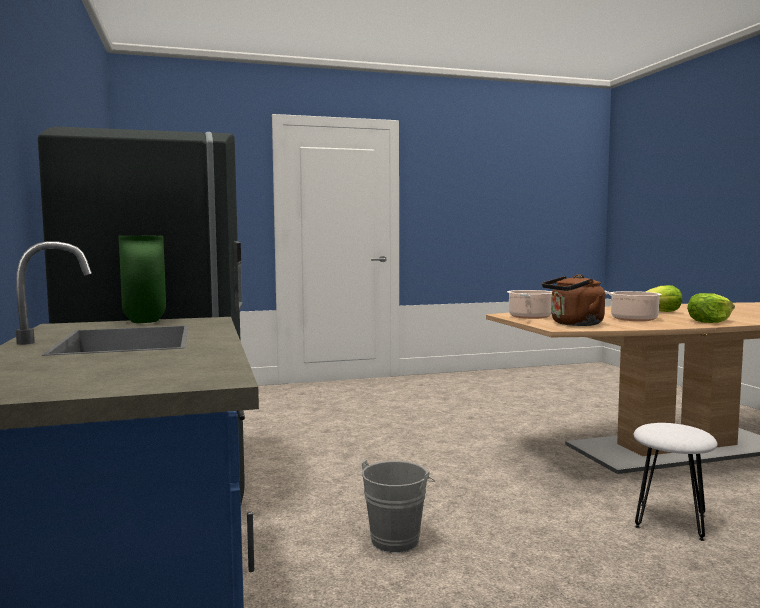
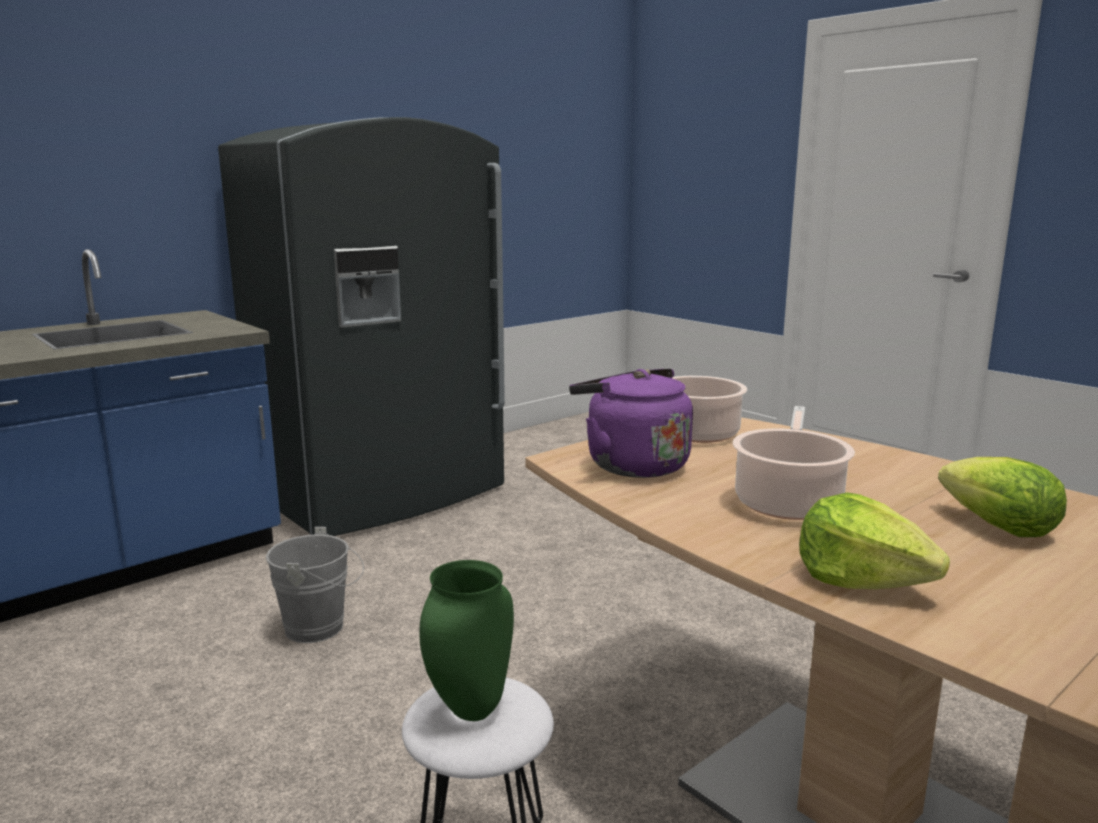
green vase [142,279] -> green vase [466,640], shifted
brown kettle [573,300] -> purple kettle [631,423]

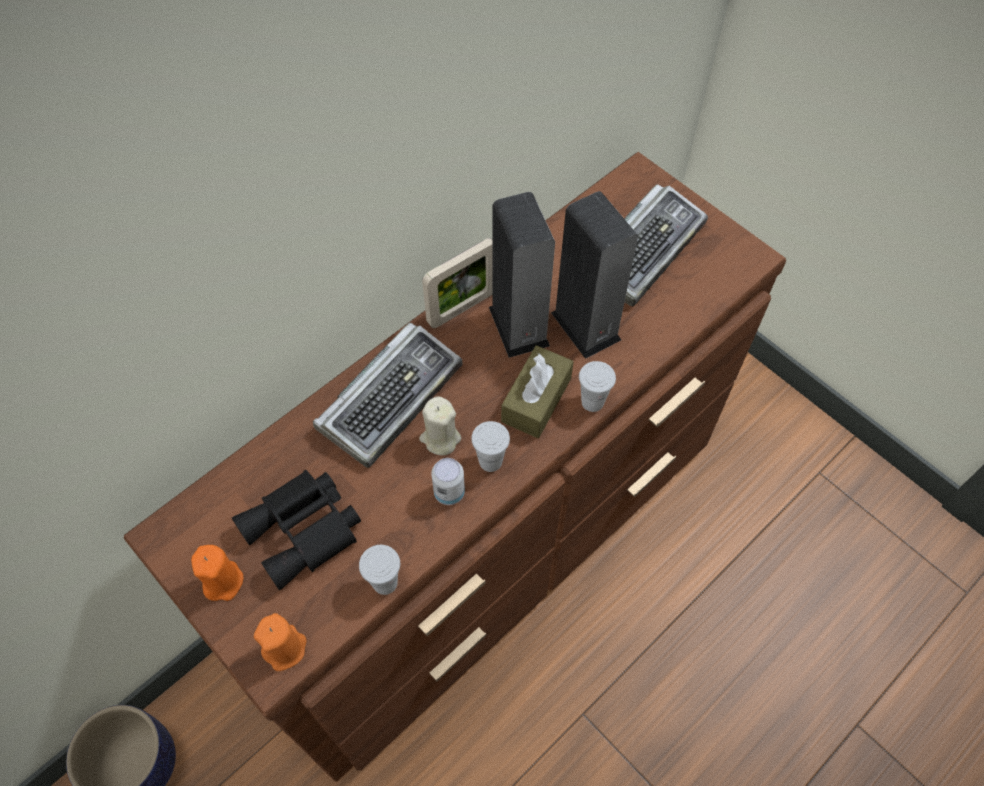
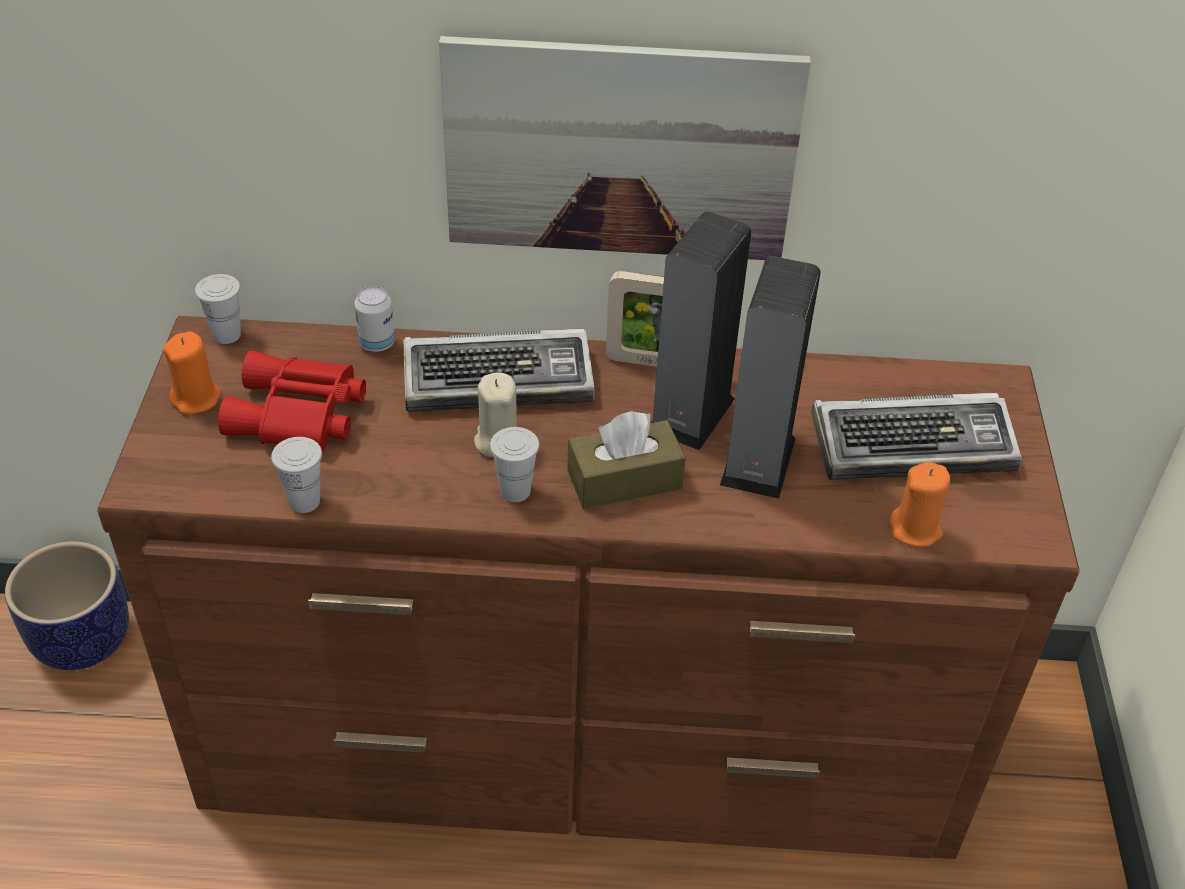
none -> picture [625,148]
orange candle [280,642] -> orange candle [920,504], shifted
can [448,481] -> can [374,319], shifted
white cup [597,386] -> white cup [218,309], shifted
black binoculars [296,530] -> red binoculars [292,401]

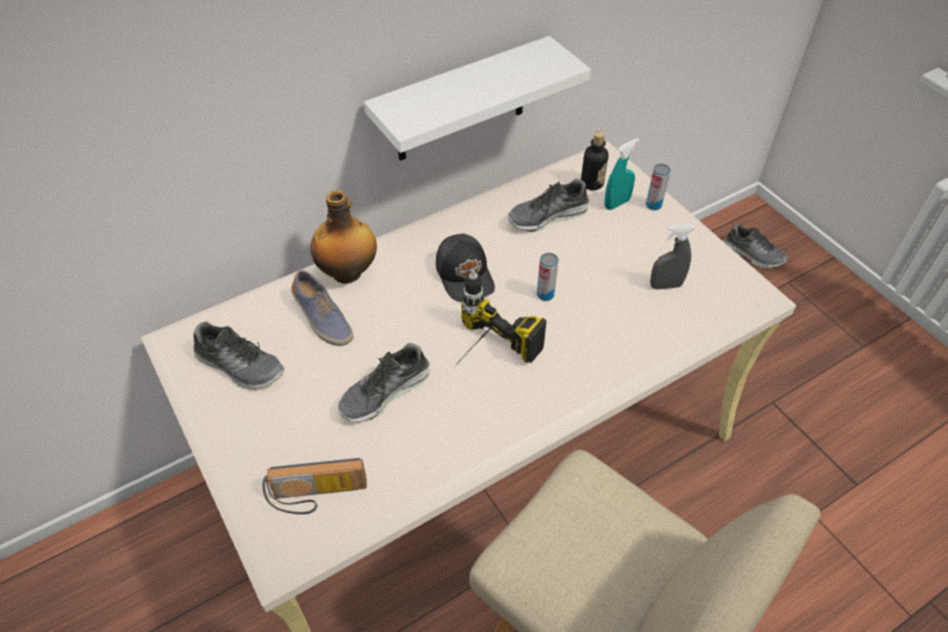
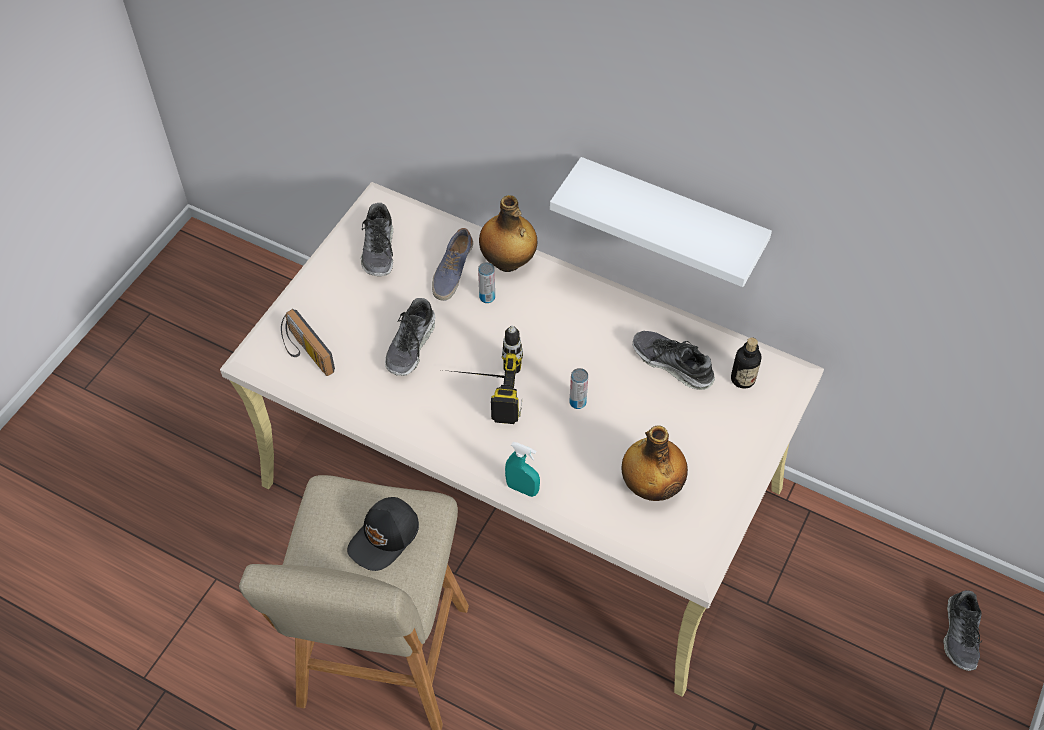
black cap [465,268] -> black cap [383,534], shifted
turquoise spray bottle [621,174] -> turquoise spray bottle [522,469], shifted
can [658,187] -> can [486,282], shifted
grey spray bottle [672,257] -> bottle [654,463]
shoe [384,382] -> shoe [410,337], 90 degrees counterclockwise

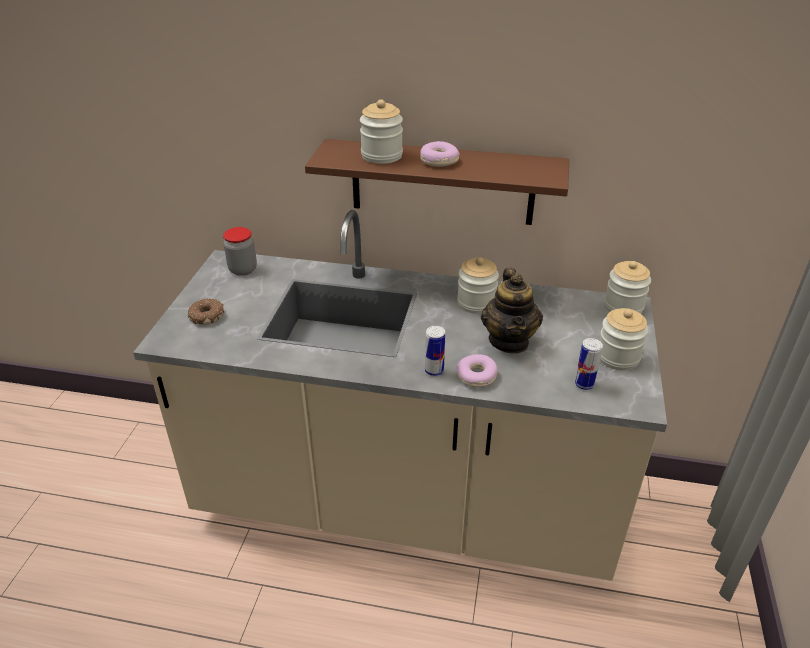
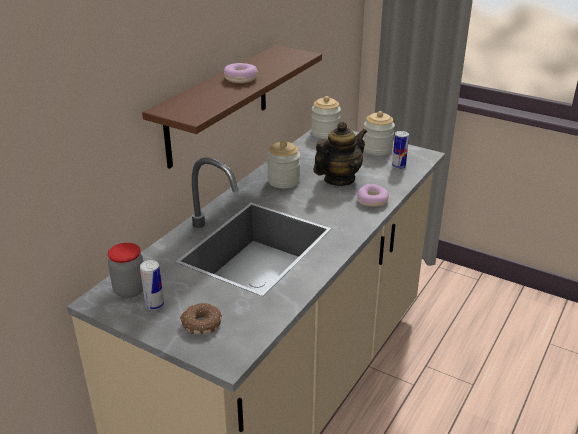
jar [381,131] -> none
can [435,351] -> can [152,285], shifted
teapot [512,311] -> teapot [340,153], 60 degrees counterclockwise

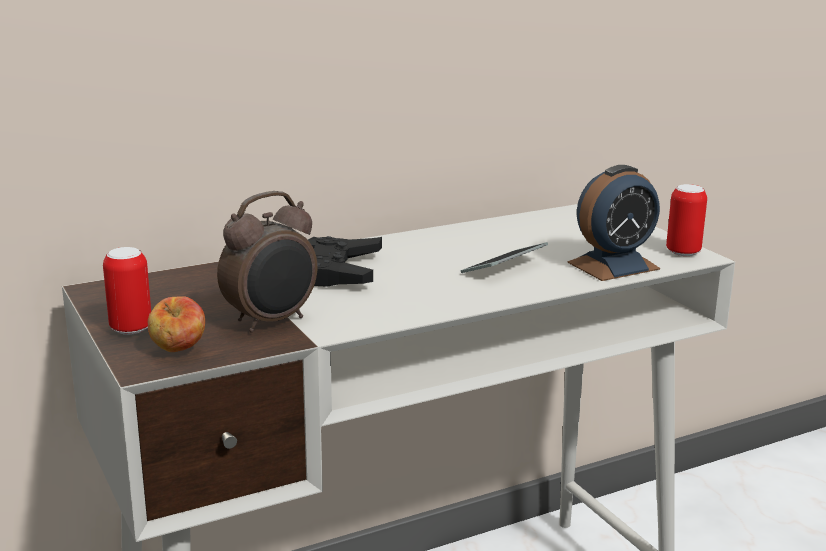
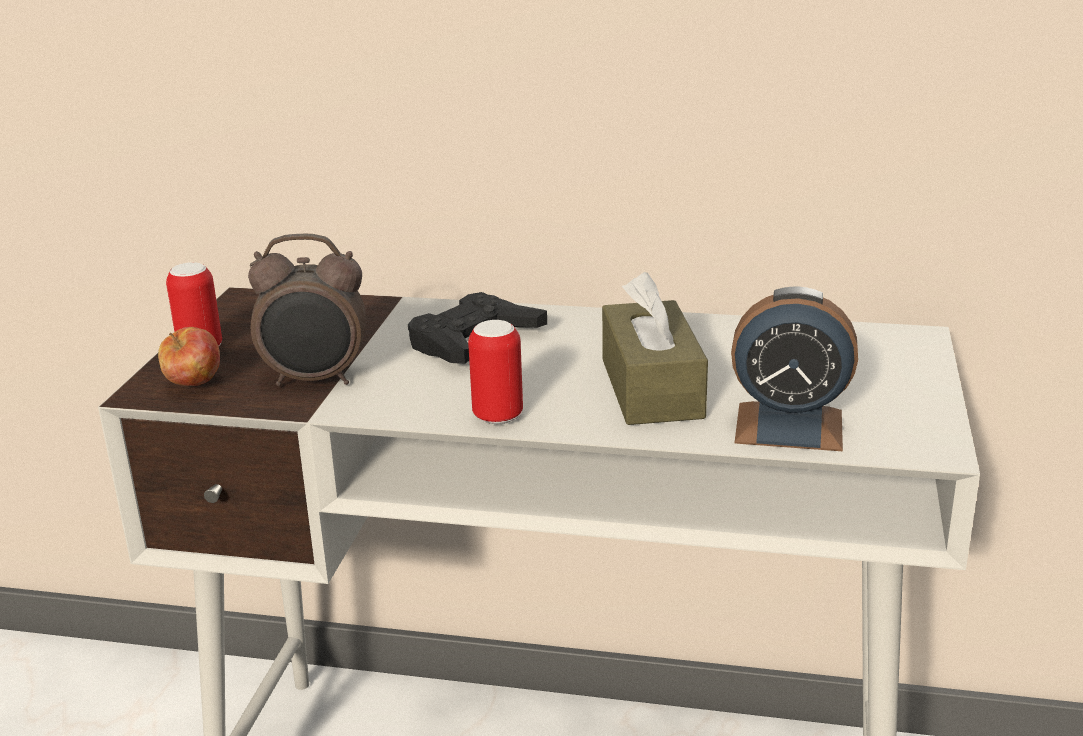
can [686,220] -> can [495,372], shifted
phone [504,257] -> brown tissue box [655,348]

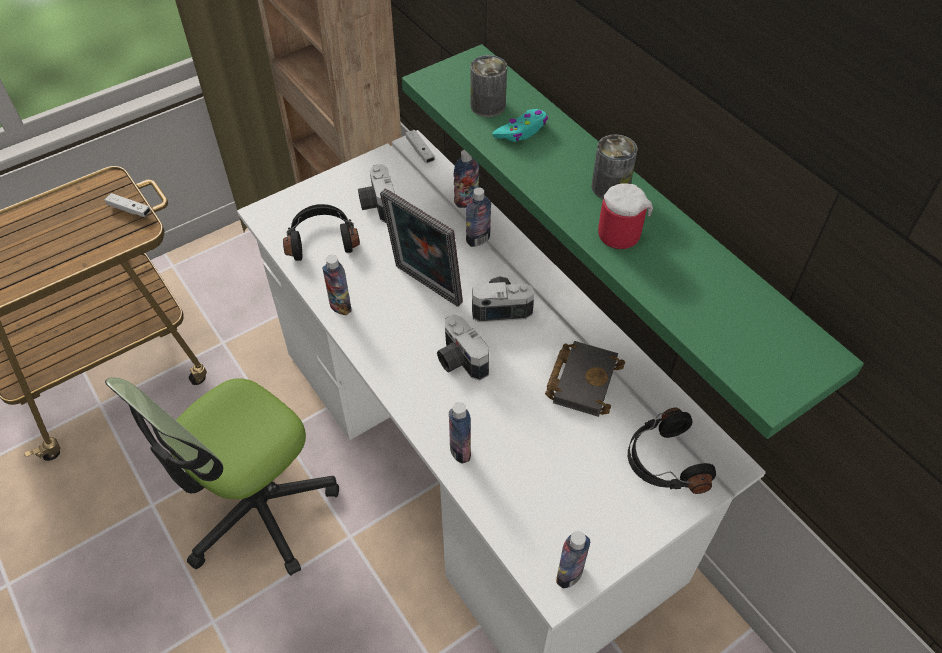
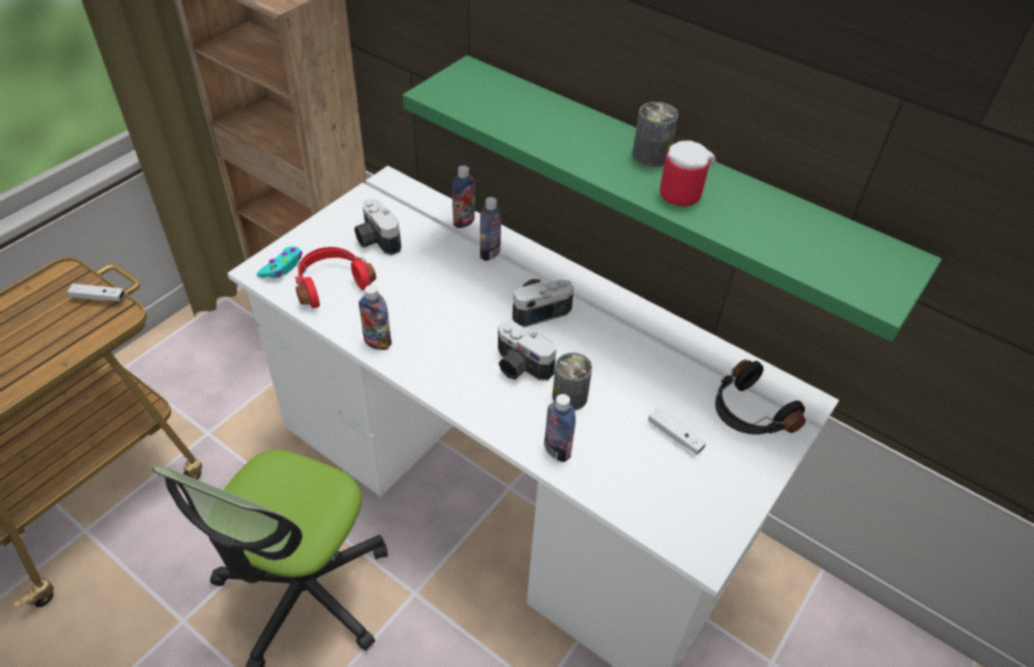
picture frame [421,247] -> none
black book [585,379] -> none
bottle [573,559] -> none
white game controller [420,146] -> white game controller [677,431], shifted
can [489,86] -> can [572,382], shifted
turquoise game controller [520,125] -> turquoise game controller [279,262], shifted
black headphones [321,232] -> red headphones [335,277]

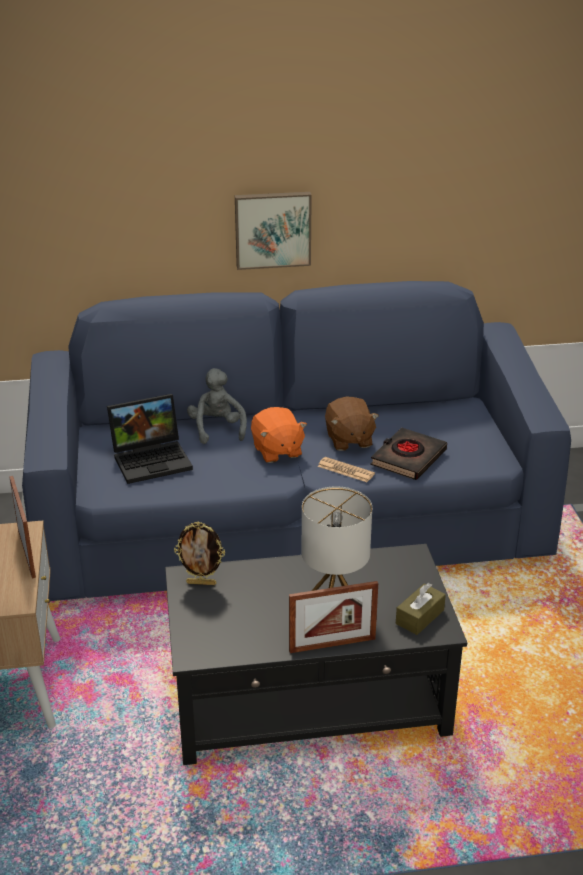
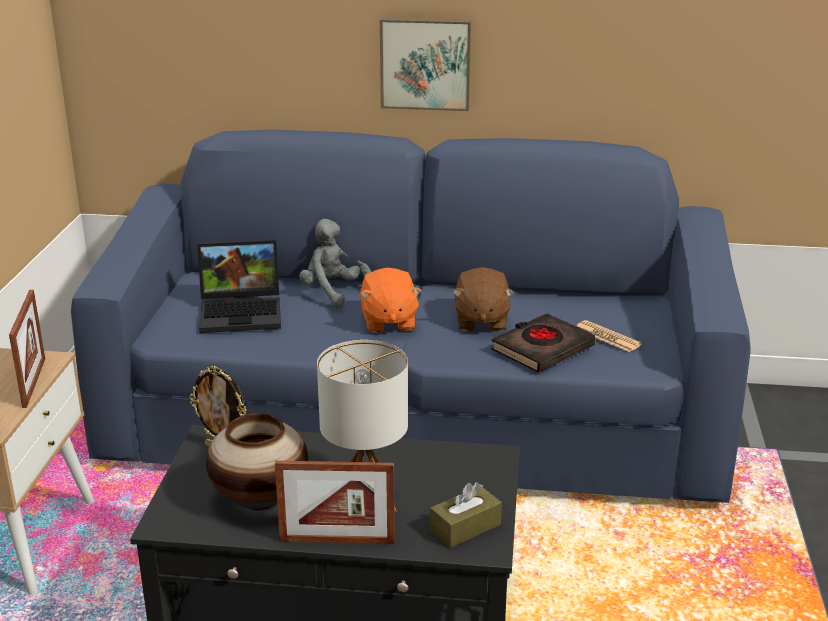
none -> vase [257,461]
newspaper [346,469] -> newspaper [609,336], shifted
grey plush toy [217,406] -> grey plush toy [335,263], 45 degrees counterclockwise

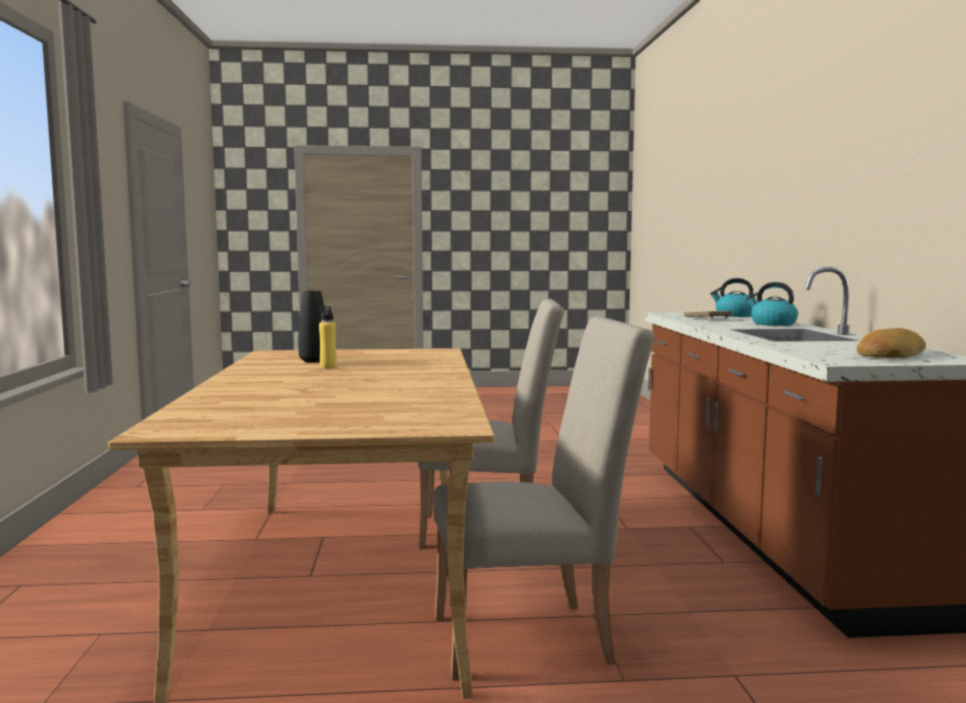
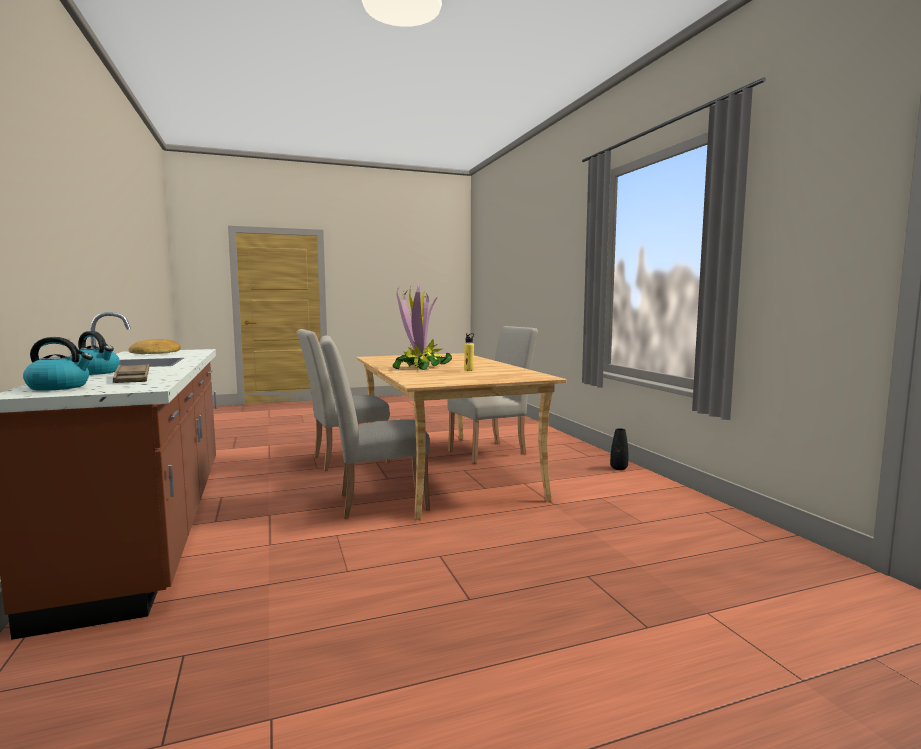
none -> potted plant [422,326]
none -> beige chair [492,395]
black vase [312,326] -> black vase [619,449], shifted

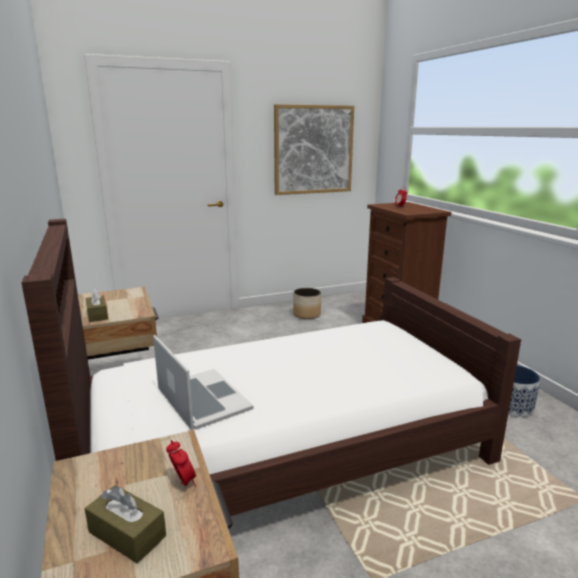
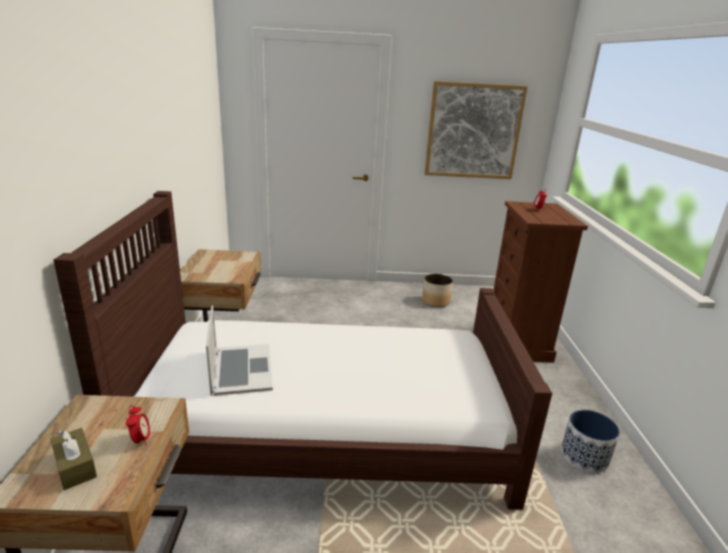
brown tissue box [96,305] -> none

